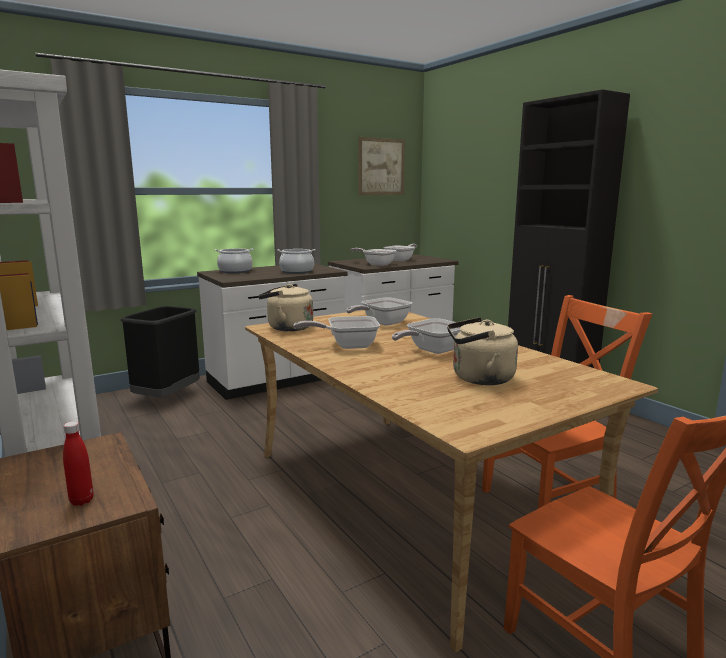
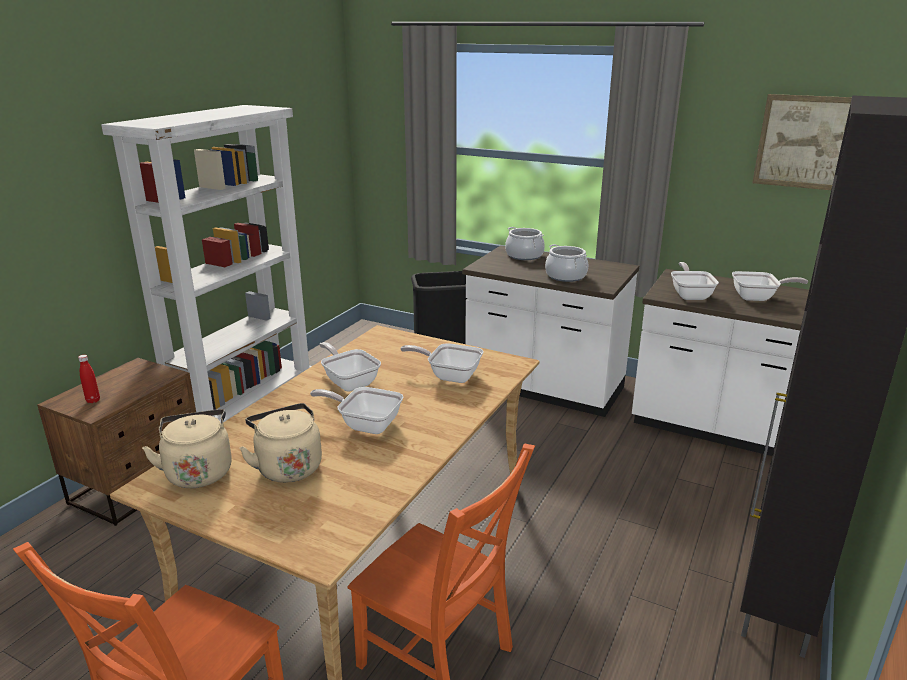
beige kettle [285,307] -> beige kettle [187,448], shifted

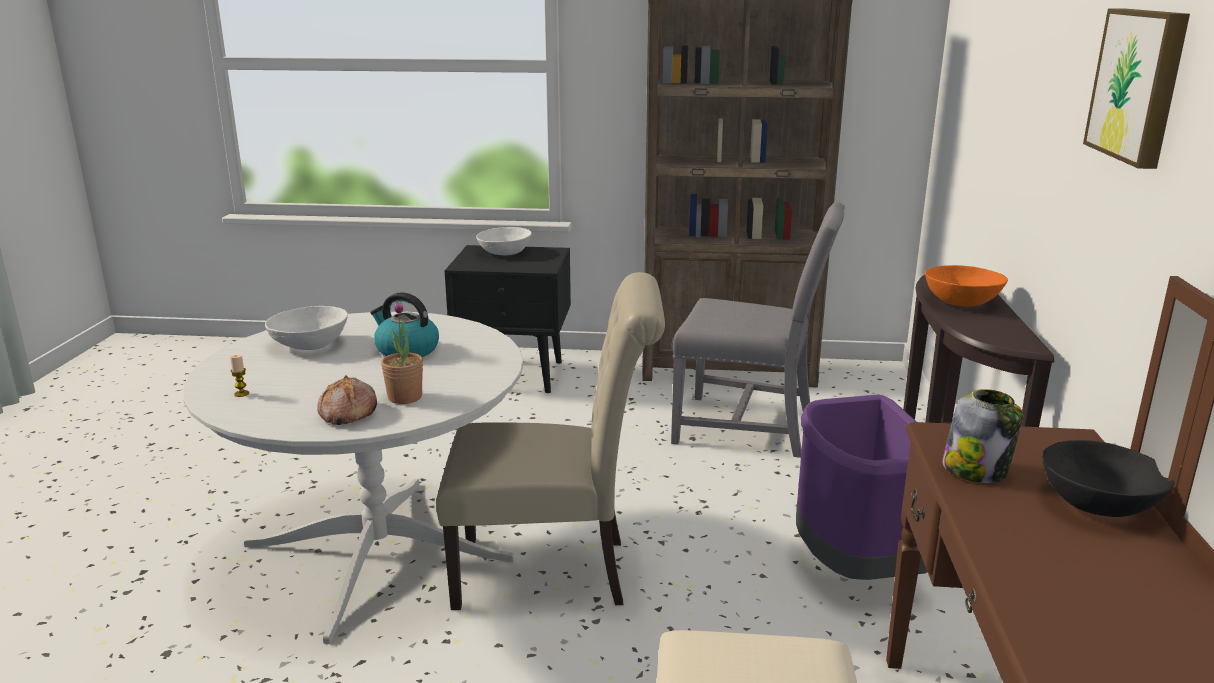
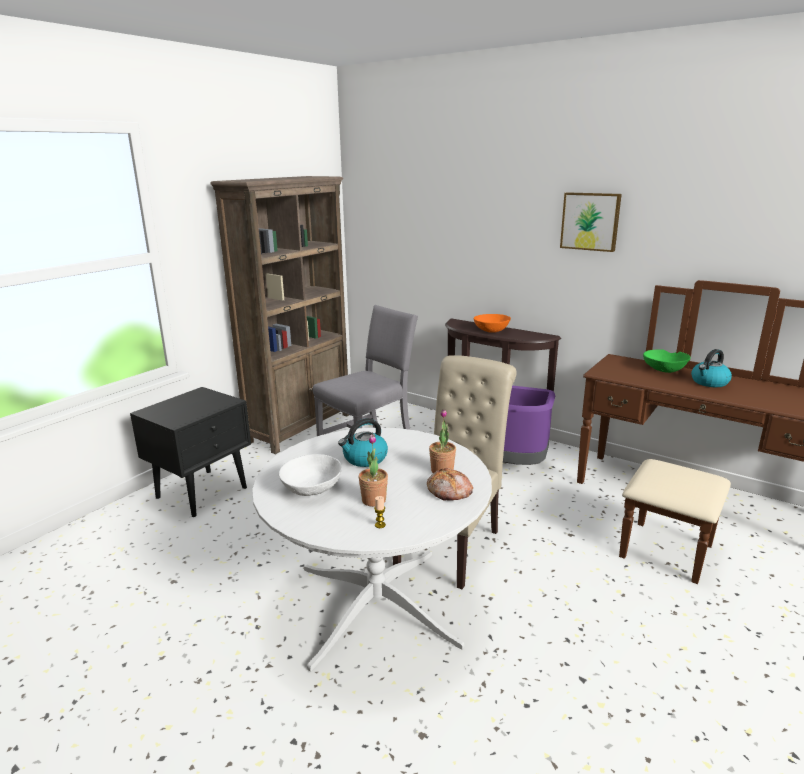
white bowl [504,241] -> none
jar [982,436] -> none
none -> potted plant [373,471]
none -> kettle [711,368]
black bowl [1109,478] -> green bowl [666,361]

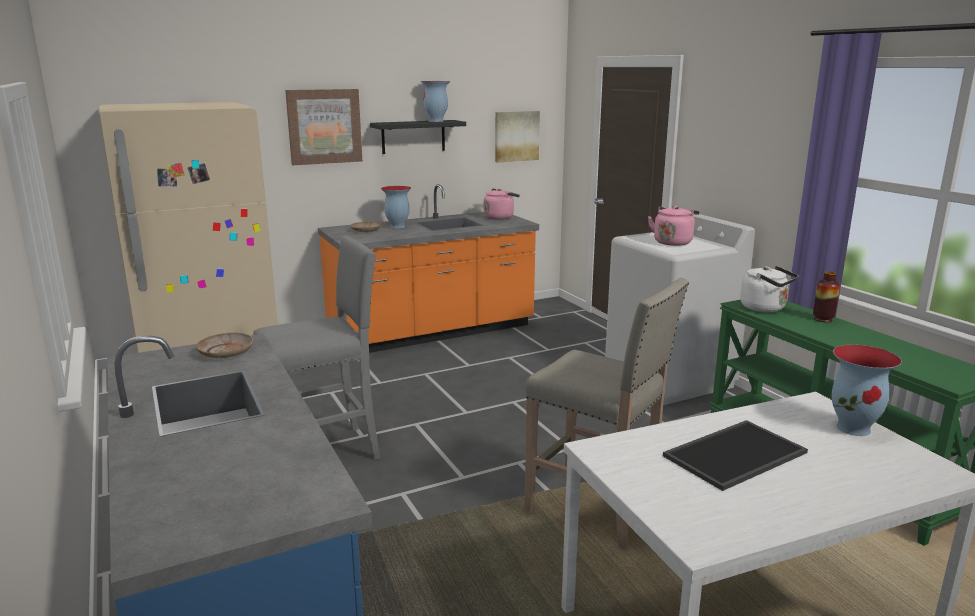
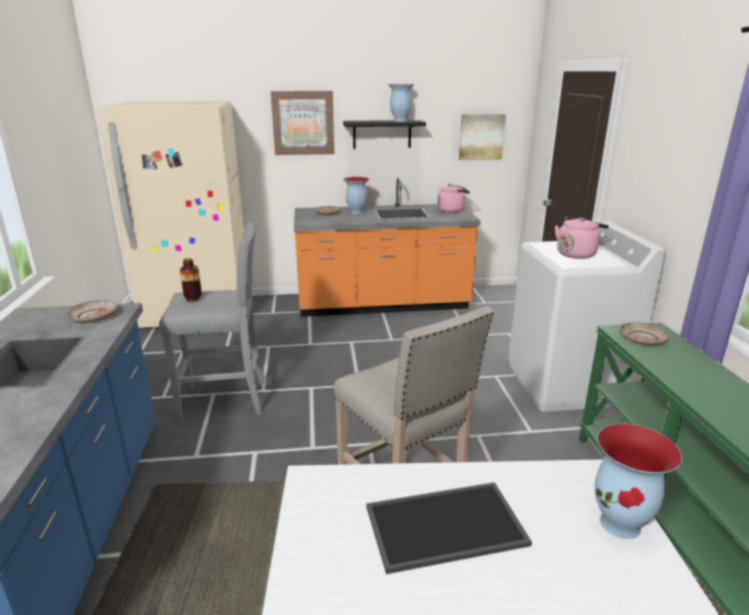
vase [826,296] -> vase [191,280], shifted
white kettle [769,289] -> beige plate [644,334]

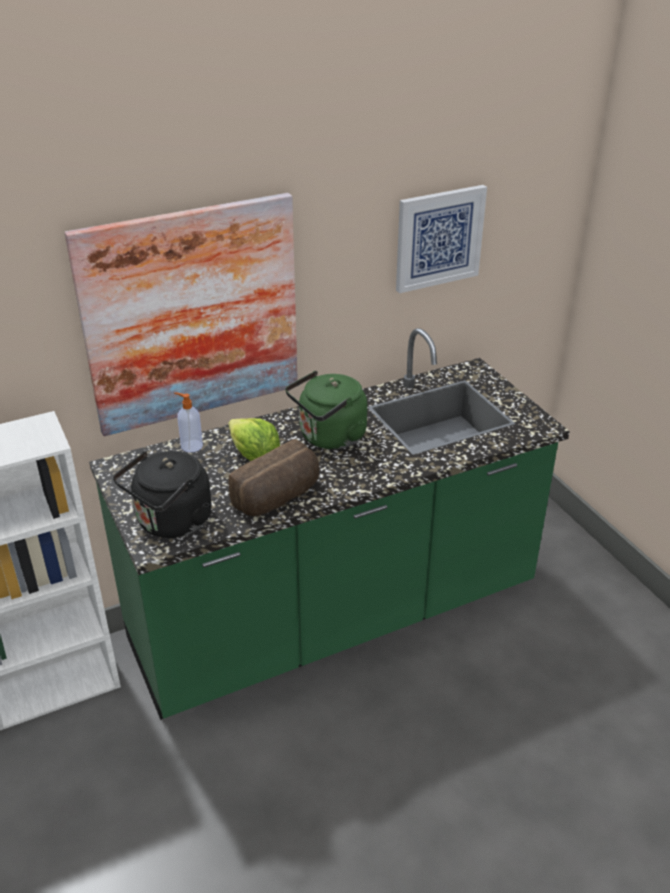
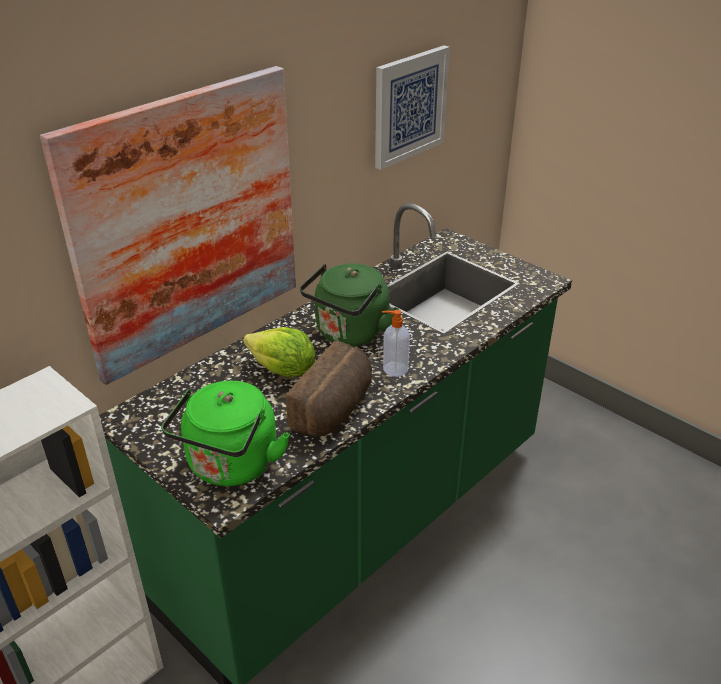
soap dispenser [188,422] -> soap dispenser [396,343], shifted
black kettle [162,494] -> green kettle [226,433]

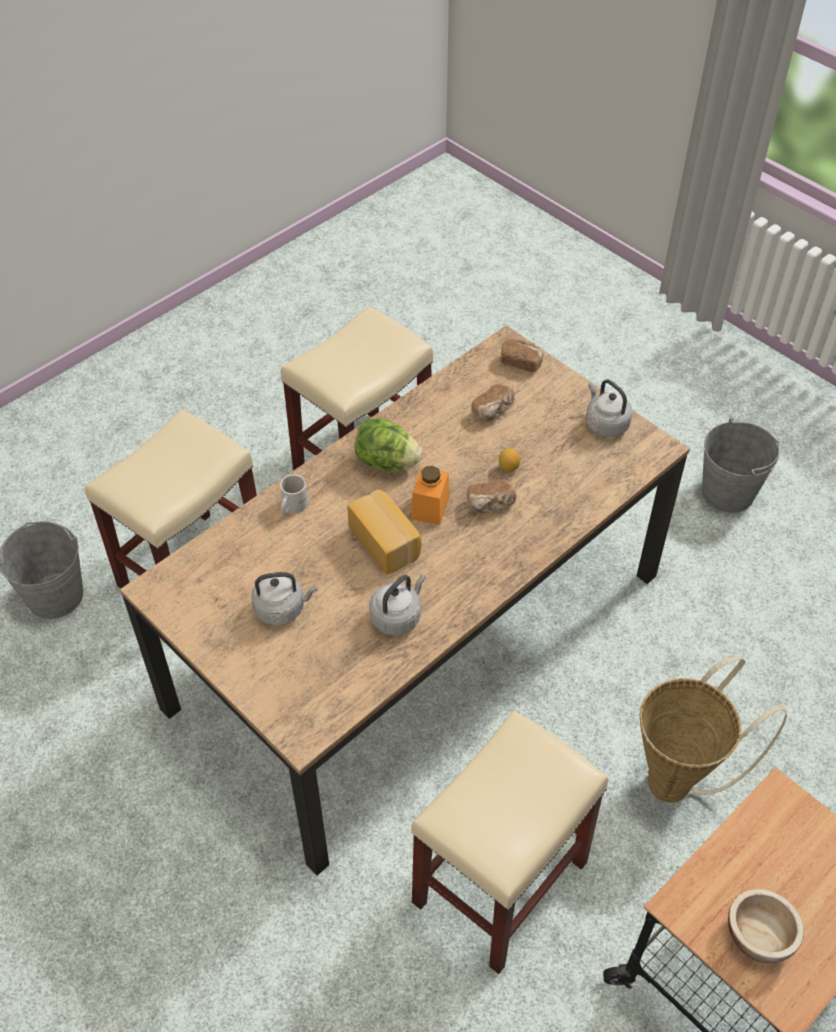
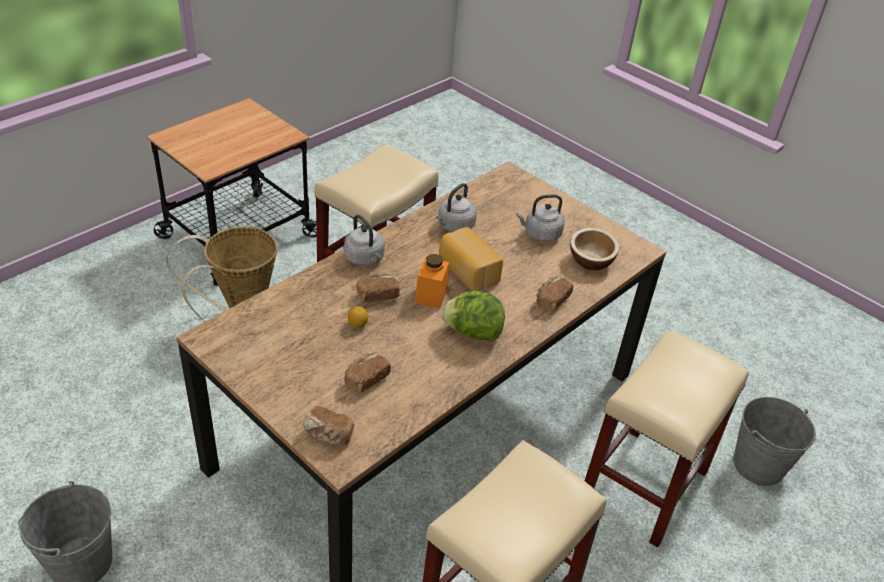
grey kettle [609,408] -> grey kettle [364,240], shifted
bowl [766,926] -> bowl [594,249], shifted
white mug [294,495] -> bread [554,293]

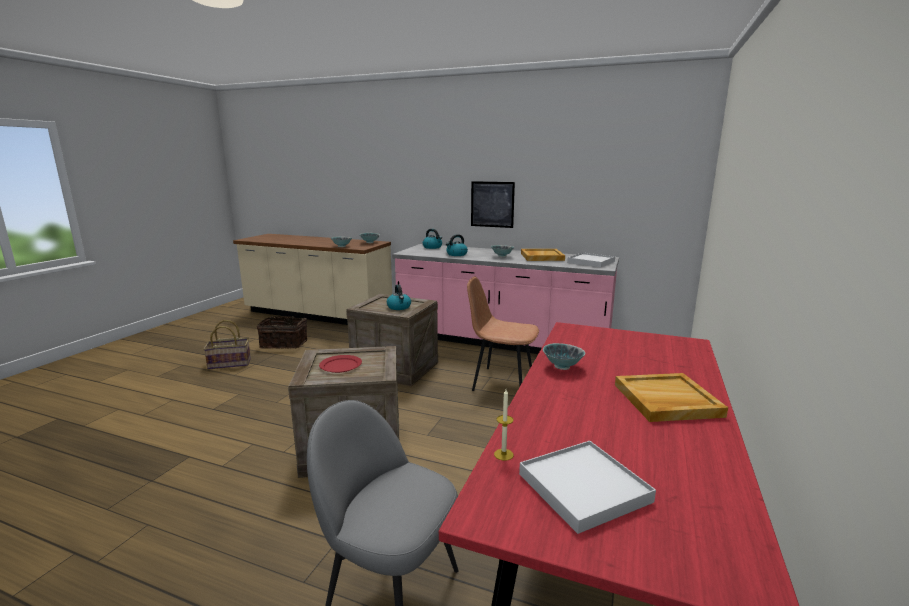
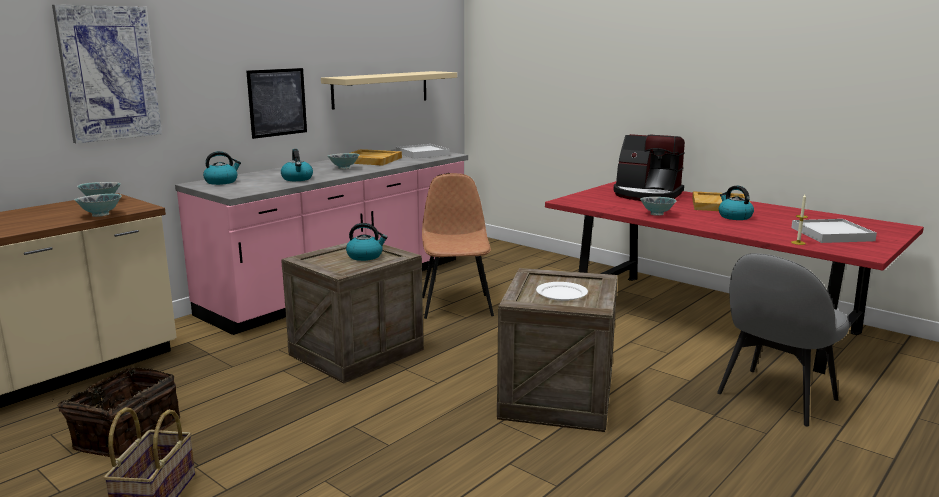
none -> picture [107,74]
none -> beige shelf [389,90]
none -> coffee machine [649,167]
none -> kettle [736,202]
red plate [340,364] -> white plate [562,291]
brown chair [503,333] -> brown chair [458,246], 135 degrees clockwise

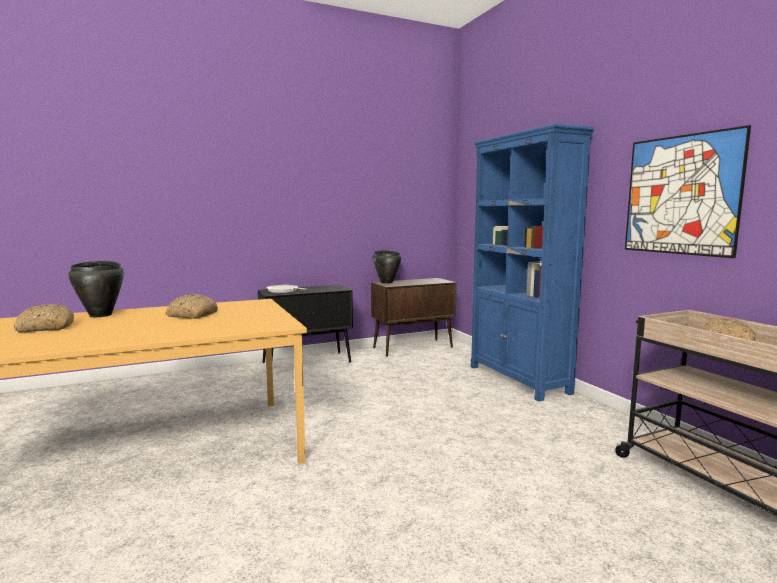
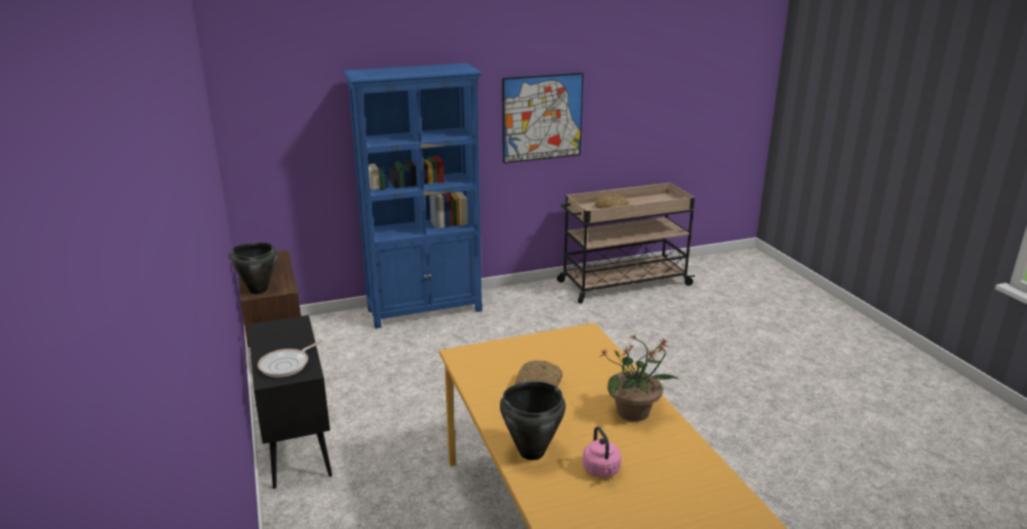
none -> potted plant [639,378]
bread [43,318] -> pink kettle [602,452]

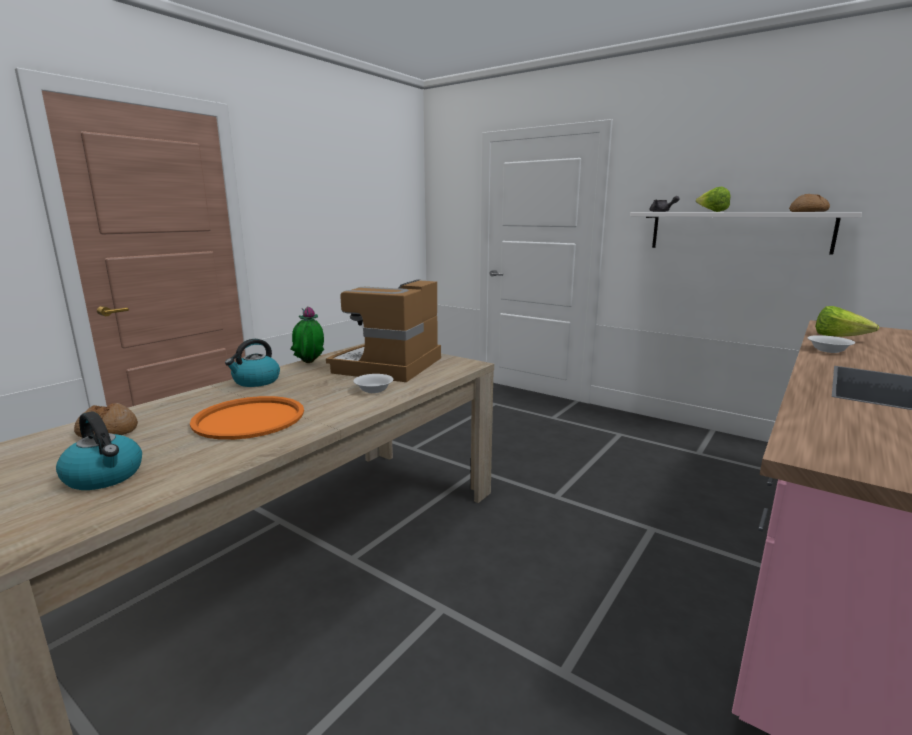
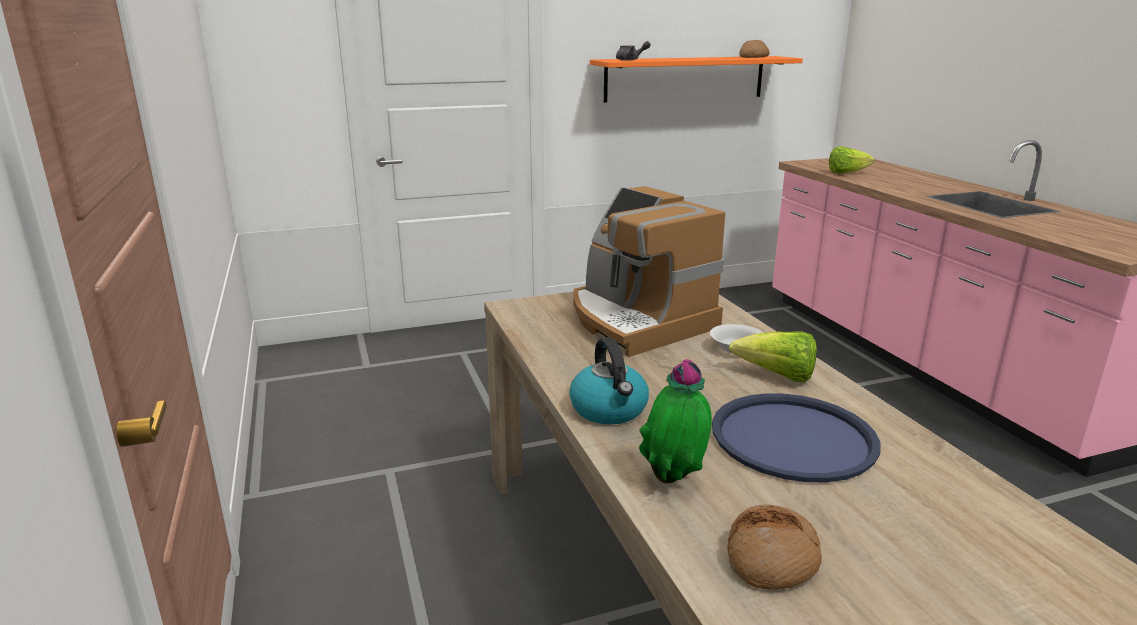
kettle [99,450] -> none
white bowl [831,344] -> none
potted plant [307,334] -> potted plant [675,421], shifted
lettuce [713,199] -> lettuce [773,356], shifted
orange tray [247,418] -> blue tray [796,437]
white shelf [746,233] -> orange shelf [696,79]

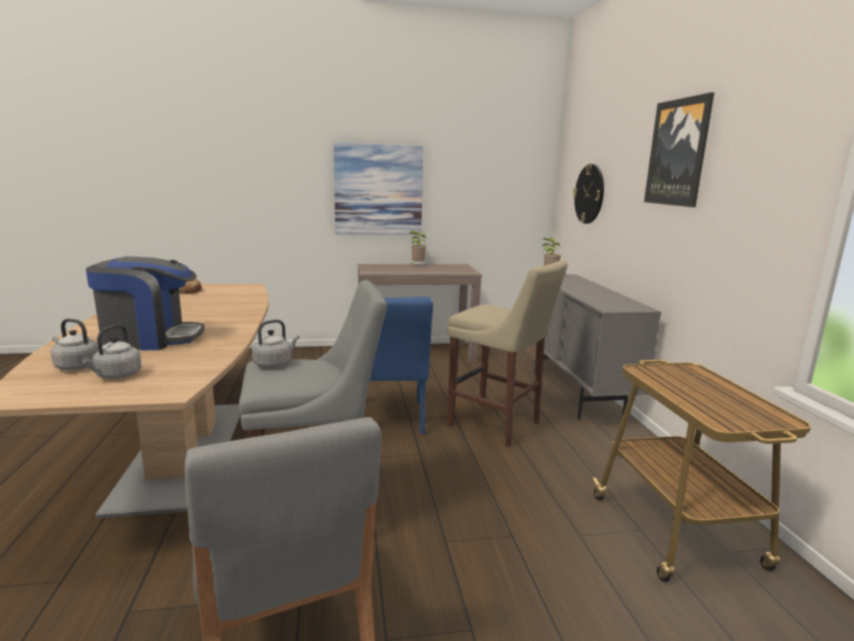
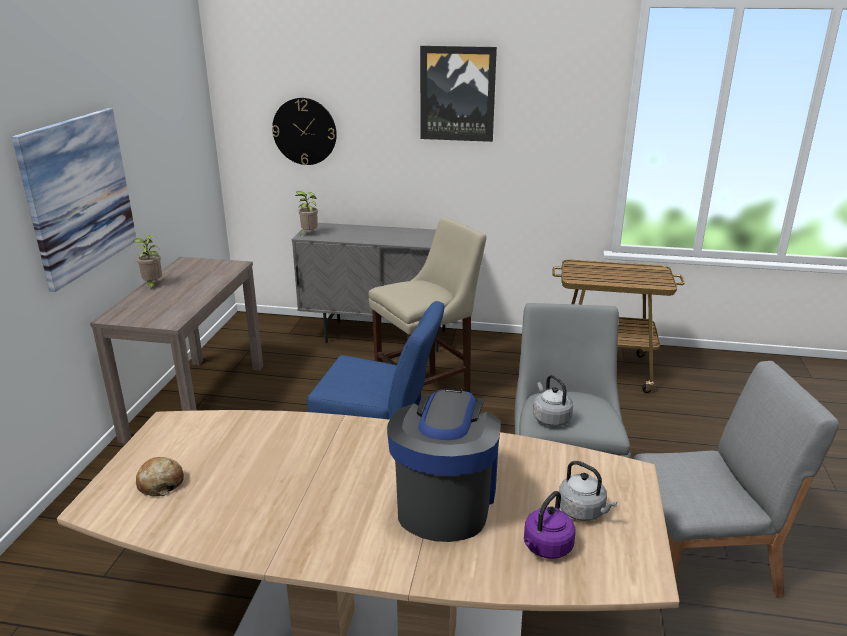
grey kettle [75,344] -> purple kettle [549,525]

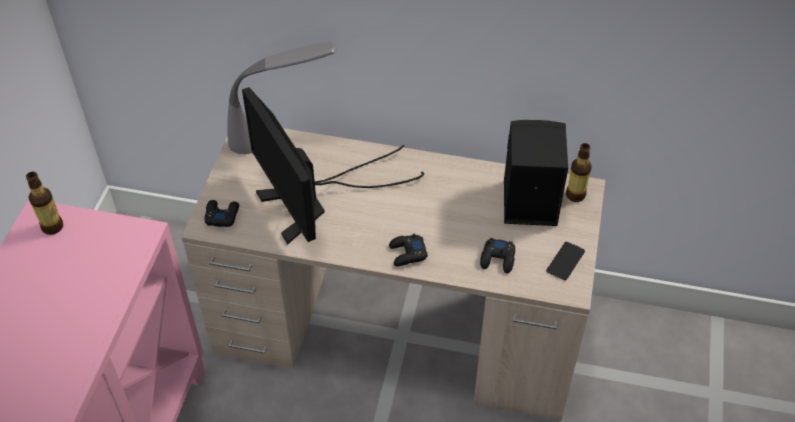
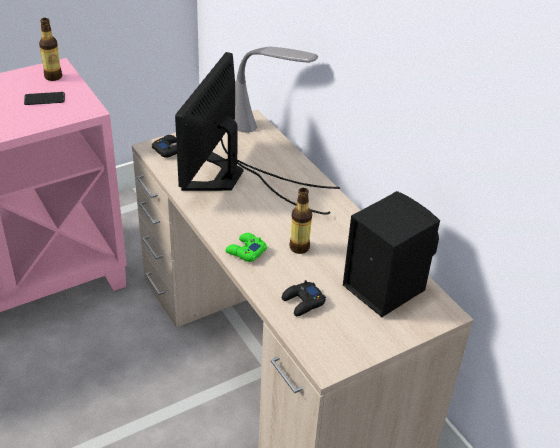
phone [565,261] -> phone [44,98], shifted
bottle [579,172] -> bottle [300,221], shifted
black game controller [408,250] -> green game controller [246,247]

